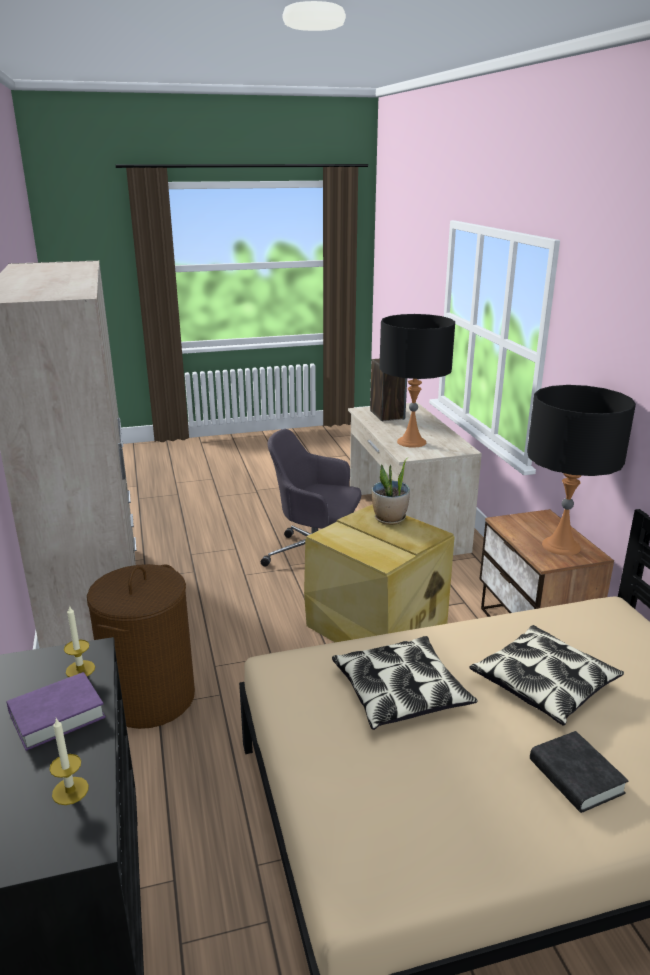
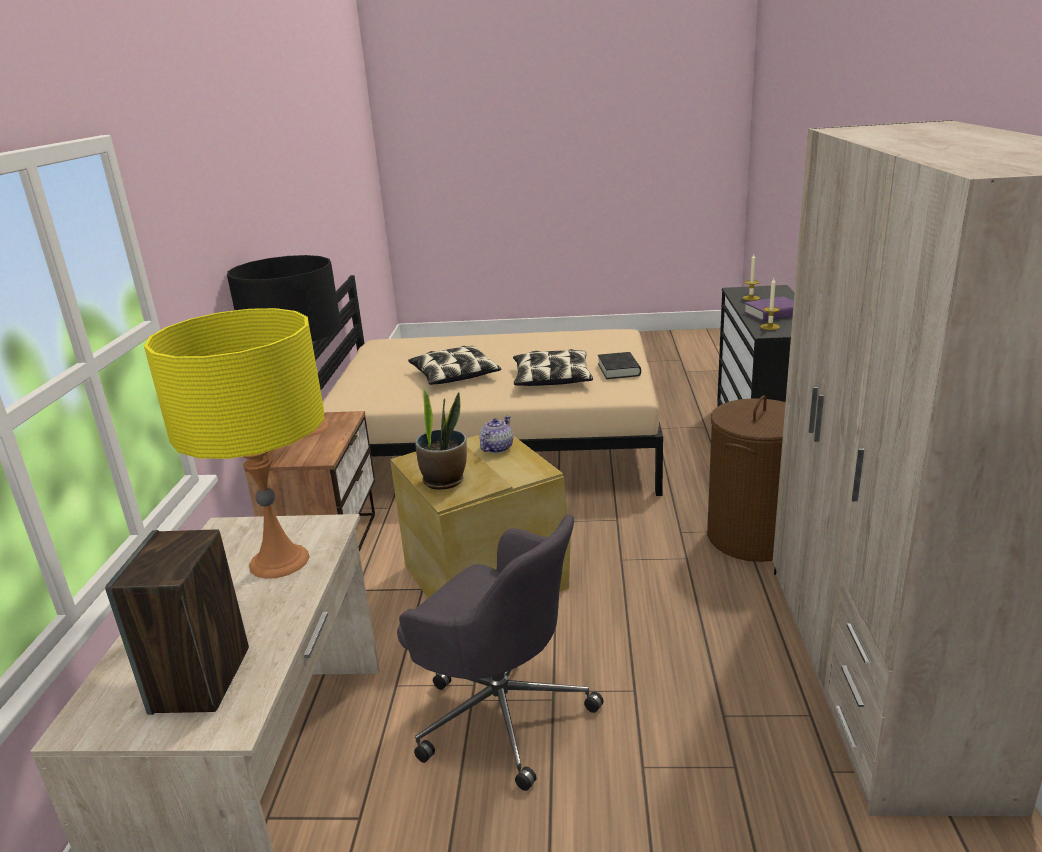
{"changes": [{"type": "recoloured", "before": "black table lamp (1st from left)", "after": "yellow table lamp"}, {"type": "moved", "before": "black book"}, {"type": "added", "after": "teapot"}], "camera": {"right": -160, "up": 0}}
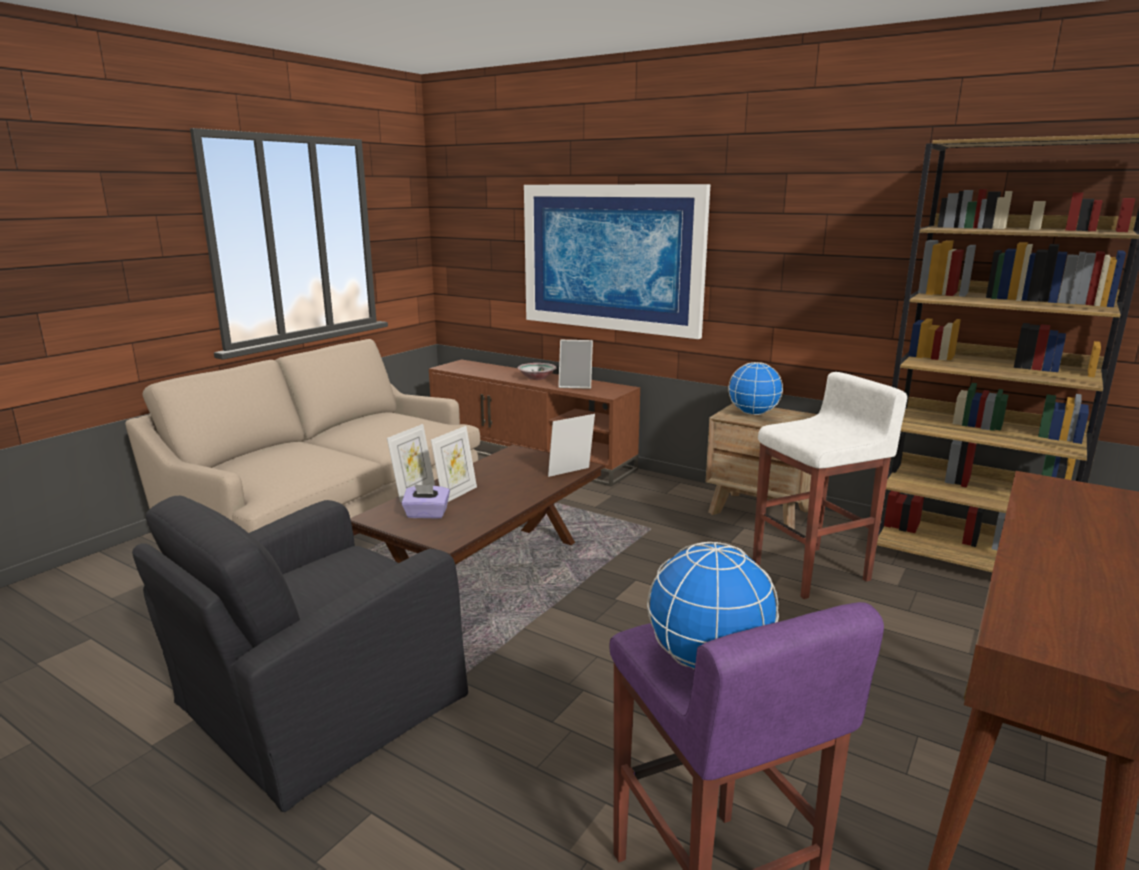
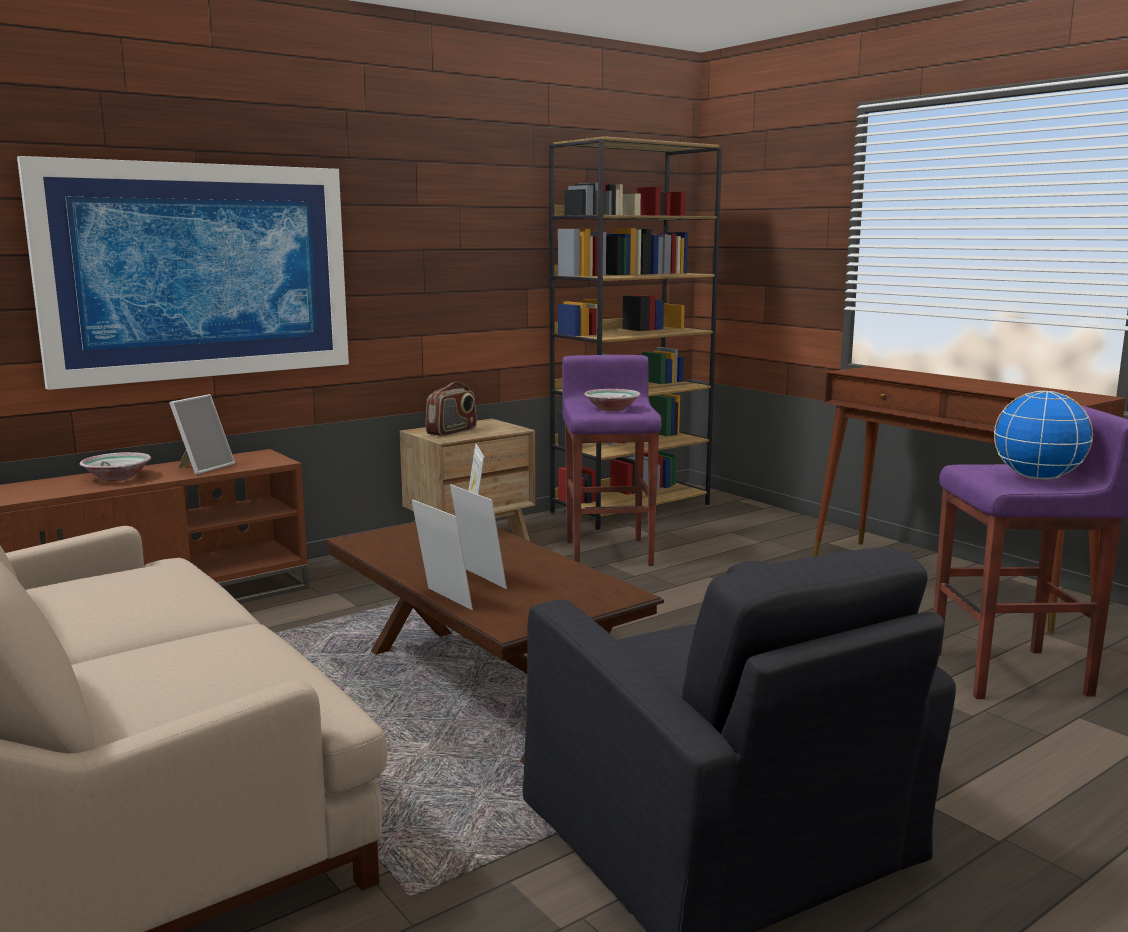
{"changes": [{"type": "removed", "before": "purple tissue box"}, {"type": "replaced", "before": "globe (2nd from left)", "after": "radio"}, {"type": "recoloured", "before": "white stool", "after": "purple stool (1st from left)"}, {"type": "added", "after": "bowl (2nd from left)"}], "camera": {"right": -70, "up": -5}}
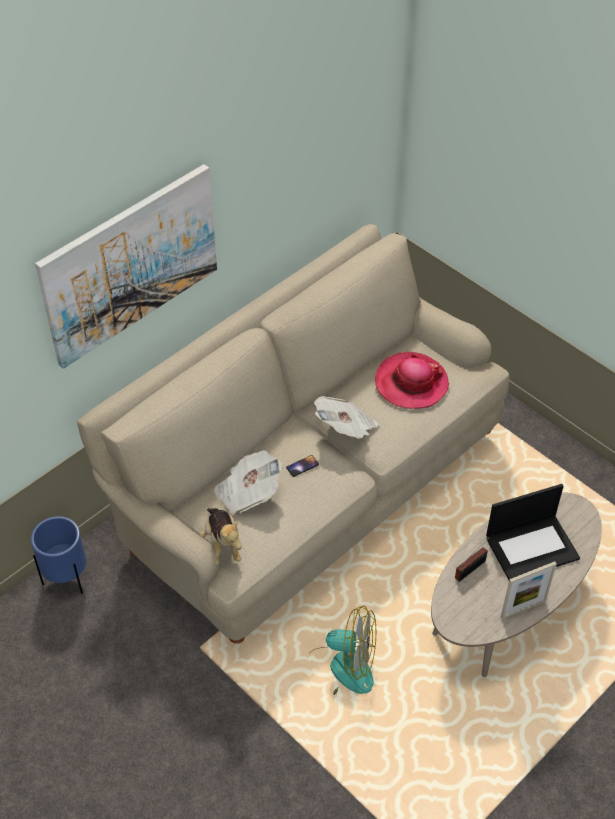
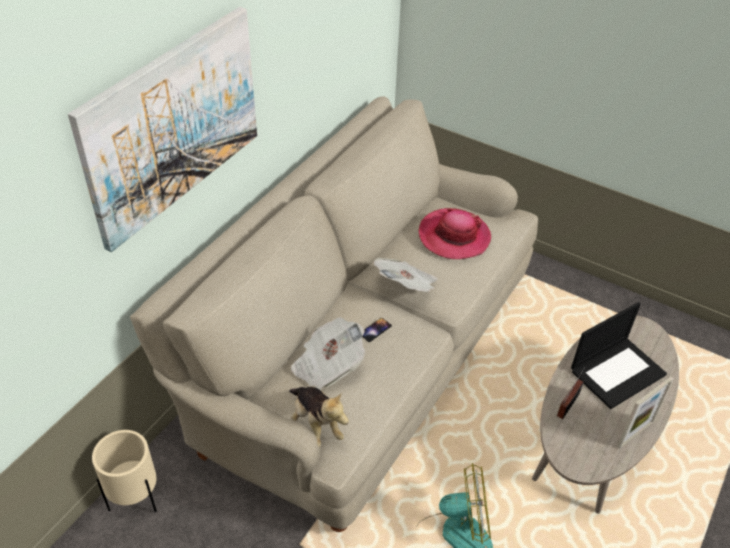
{"changes": [{"type": "recoloured", "before": "blue planter", "after": "beige planter"}], "camera": {"right": -15, "up": -5}}
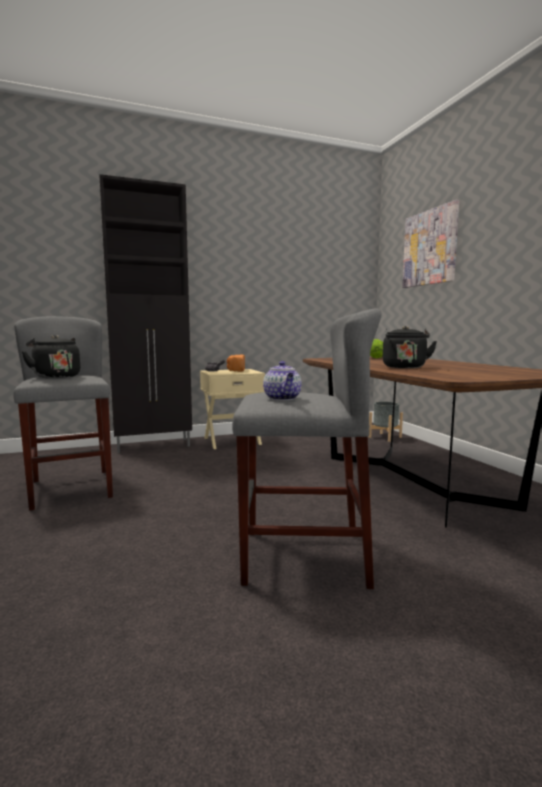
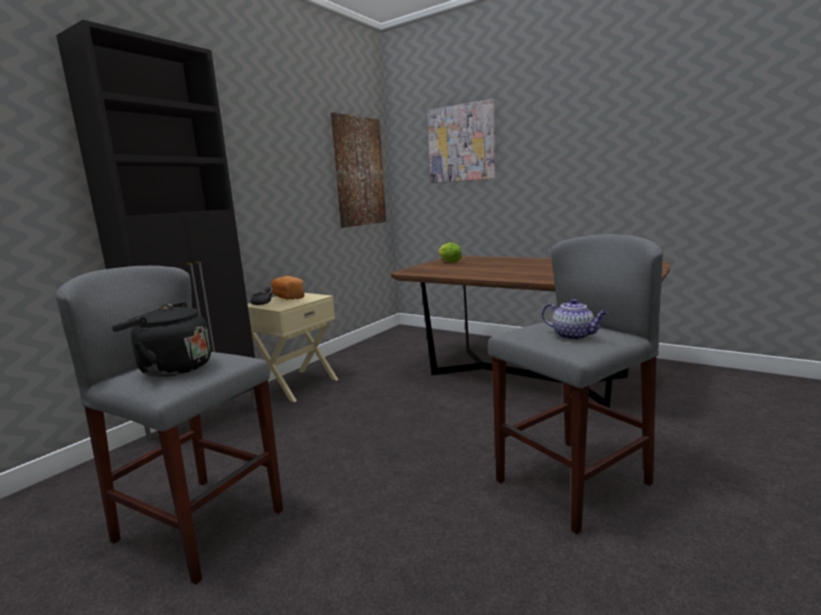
{"changes": [{"type": "removed", "before": "grey planter"}, {"type": "removed", "before": "black kettle (2nd from left)"}, {"type": "added", "after": "picture (1st from left)"}], "camera": {"right": -35, "up": 5}}
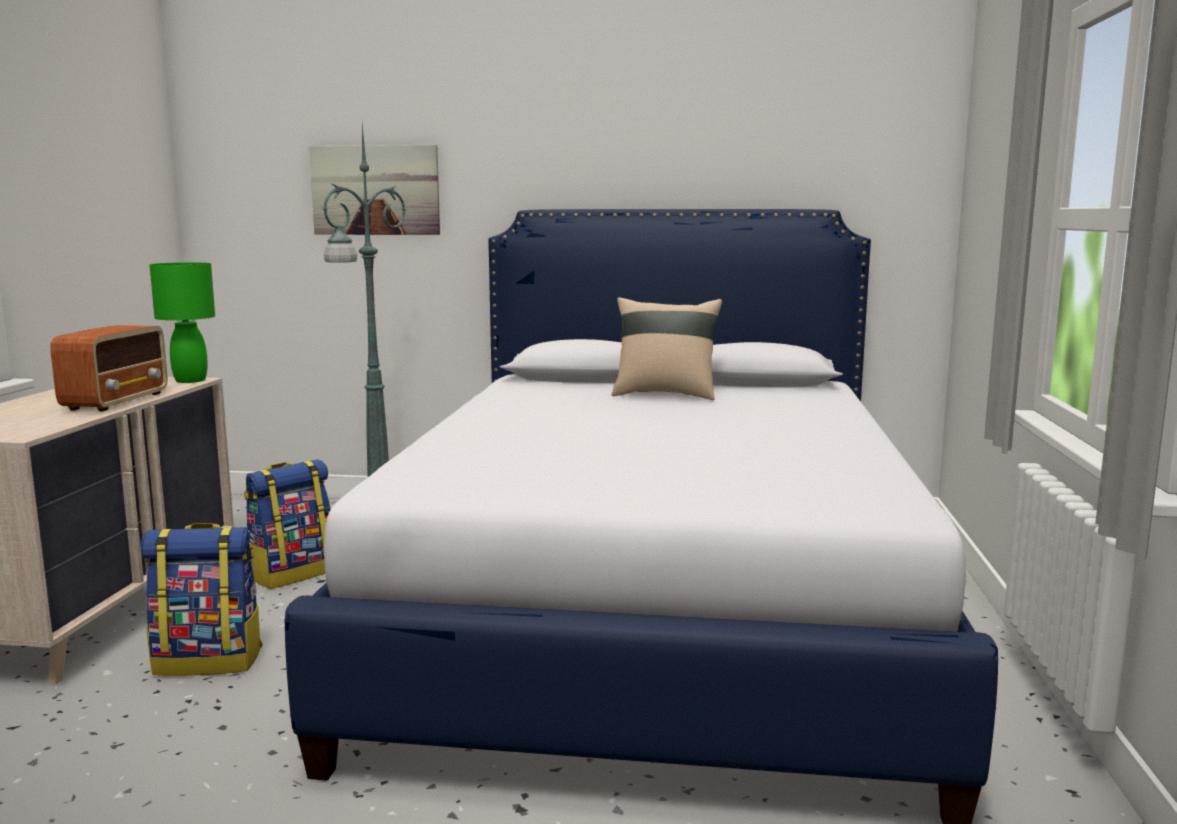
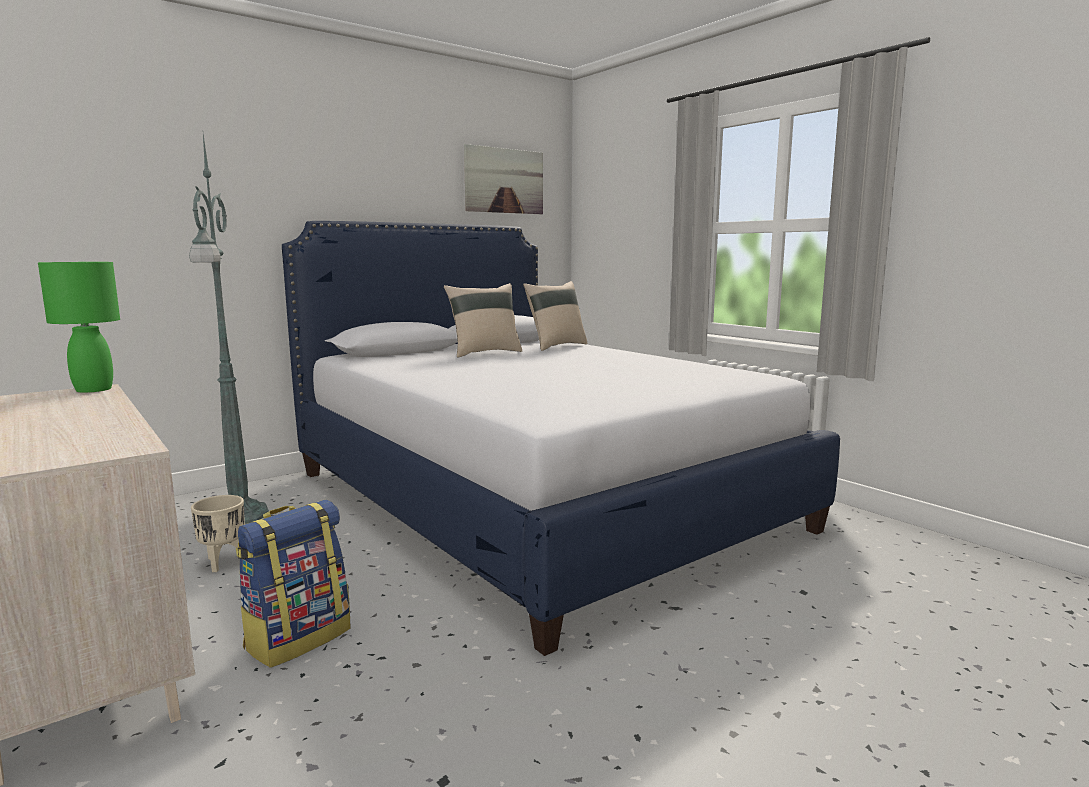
{"changes": [{"type": "removed", "before": "radio"}, {"type": "replaced", "before": "backpack (2nd from left)", "after": "beige planter"}, {"type": "moved", "before": "picture"}, {"type": "added", "after": "beige pillow (2nd from left)"}], "camera": {"right": -45, "up": 0}}
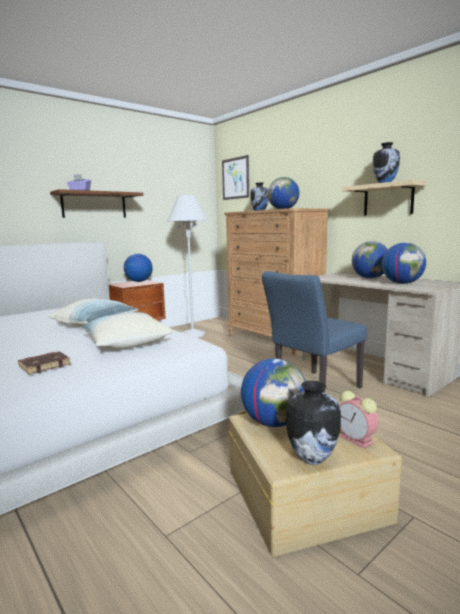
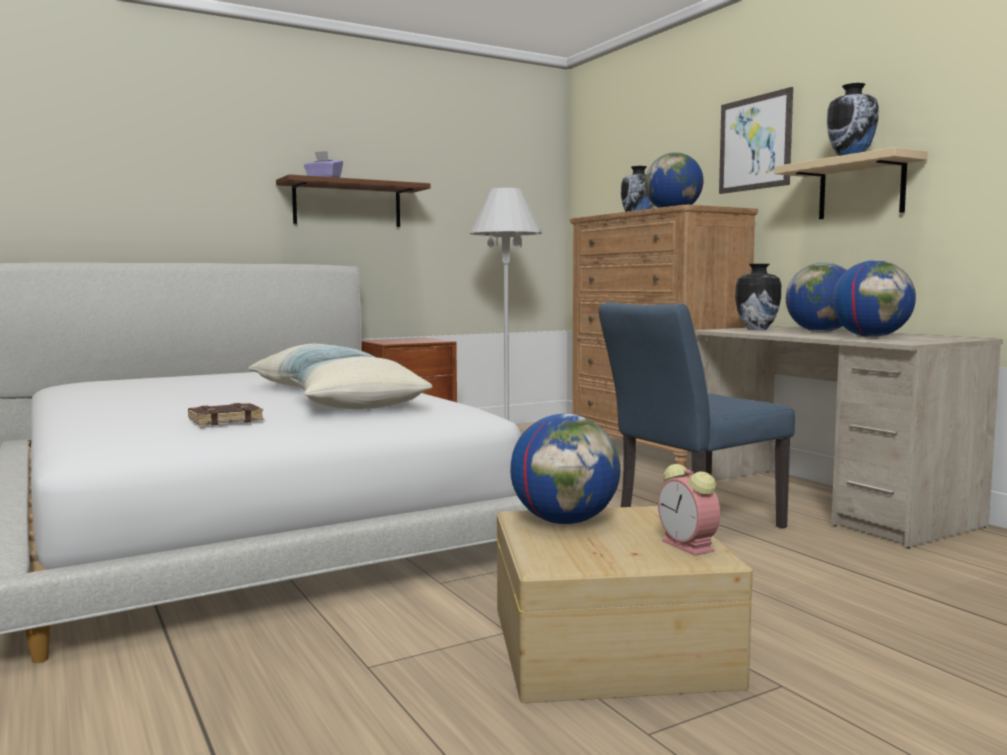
{"changes": [{"type": "removed", "before": "globe (1st from left)"}, {"type": "moved", "before": "picture"}, {"type": "moved", "before": "vase (2nd from left)"}], "camera": {"right": 10, "up": -5}}
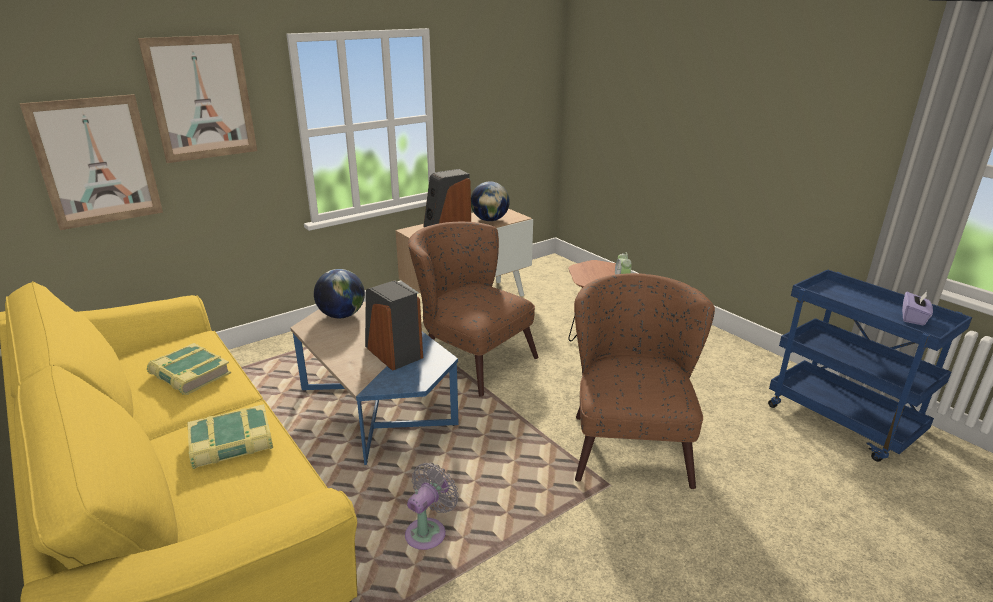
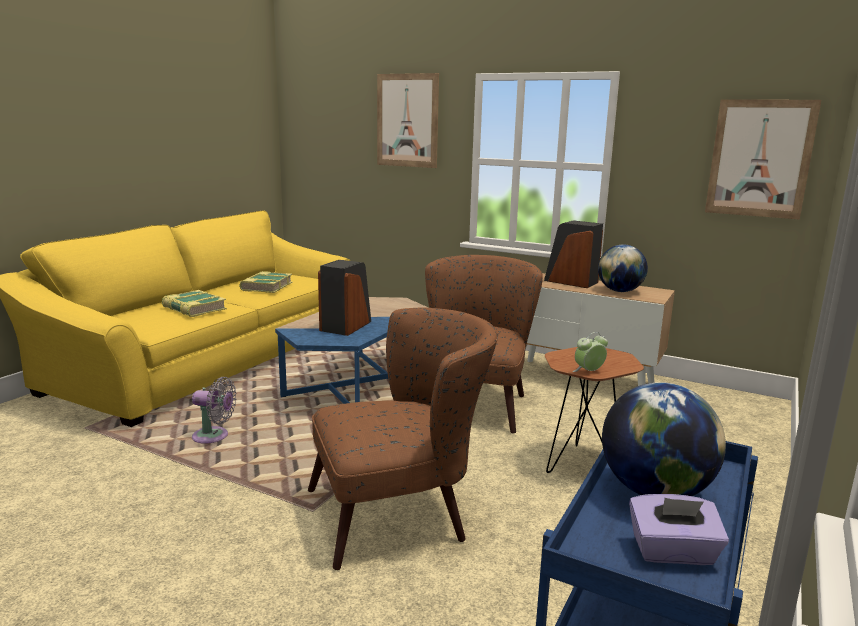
{"changes": [{"type": "moved", "before": "picture (1st from left in the first image)", "after": "picture (2nd from left)"}, {"type": "moved", "before": "globe (1st from left in the first image)", "after": "globe (2nd from left)"}], "camera": {"right": 65, "up": -10}}
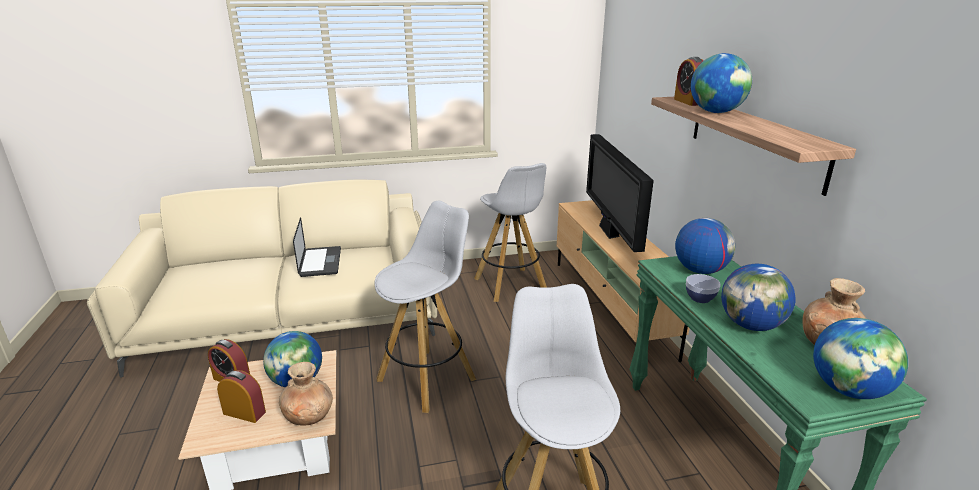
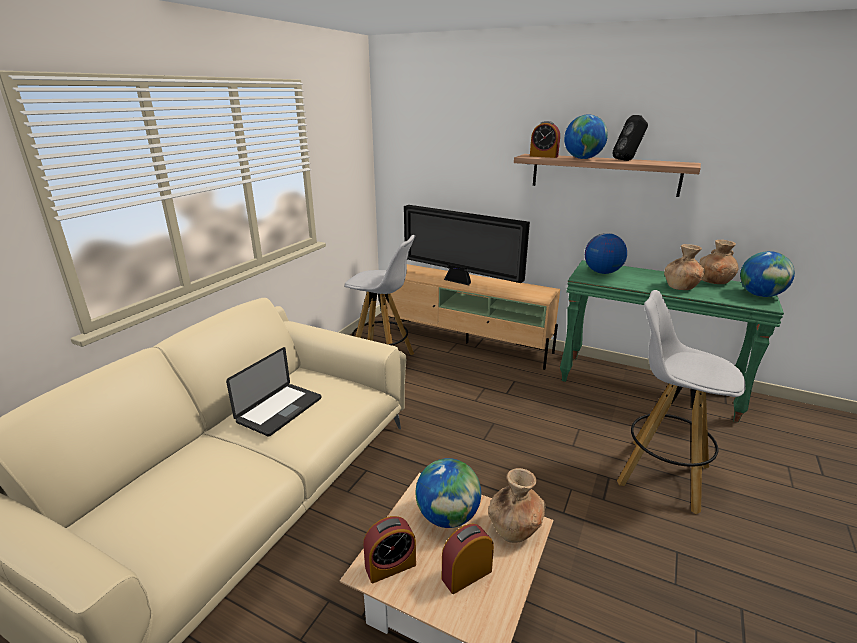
{"changes": [{"type": "turned", "before": "laptop", "turn": 90}, {"type": "removed", "before": "white stool (1st from left)"}, {"type": "removed", "before": "bowl"}, {"type": "replaced", "before": "globe (4th from left)", "after": "brown vase (2nd from left)"}, {"type": "added", "after": "black speaker"}], "camera": {"right": -50, "up": 0}}
